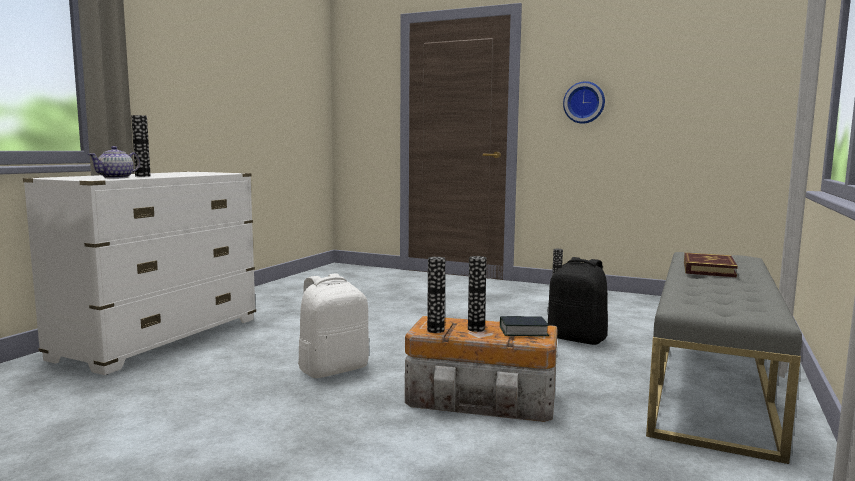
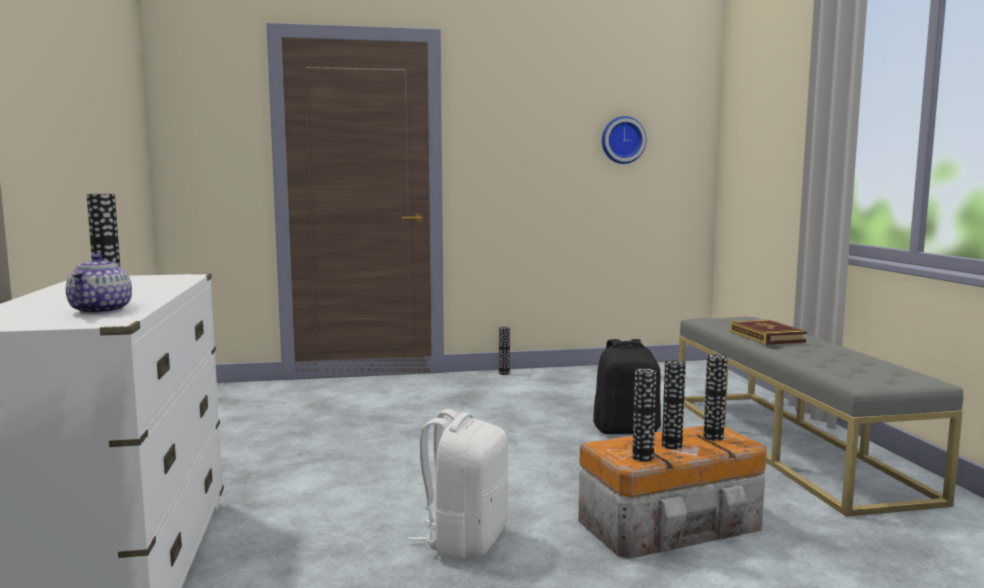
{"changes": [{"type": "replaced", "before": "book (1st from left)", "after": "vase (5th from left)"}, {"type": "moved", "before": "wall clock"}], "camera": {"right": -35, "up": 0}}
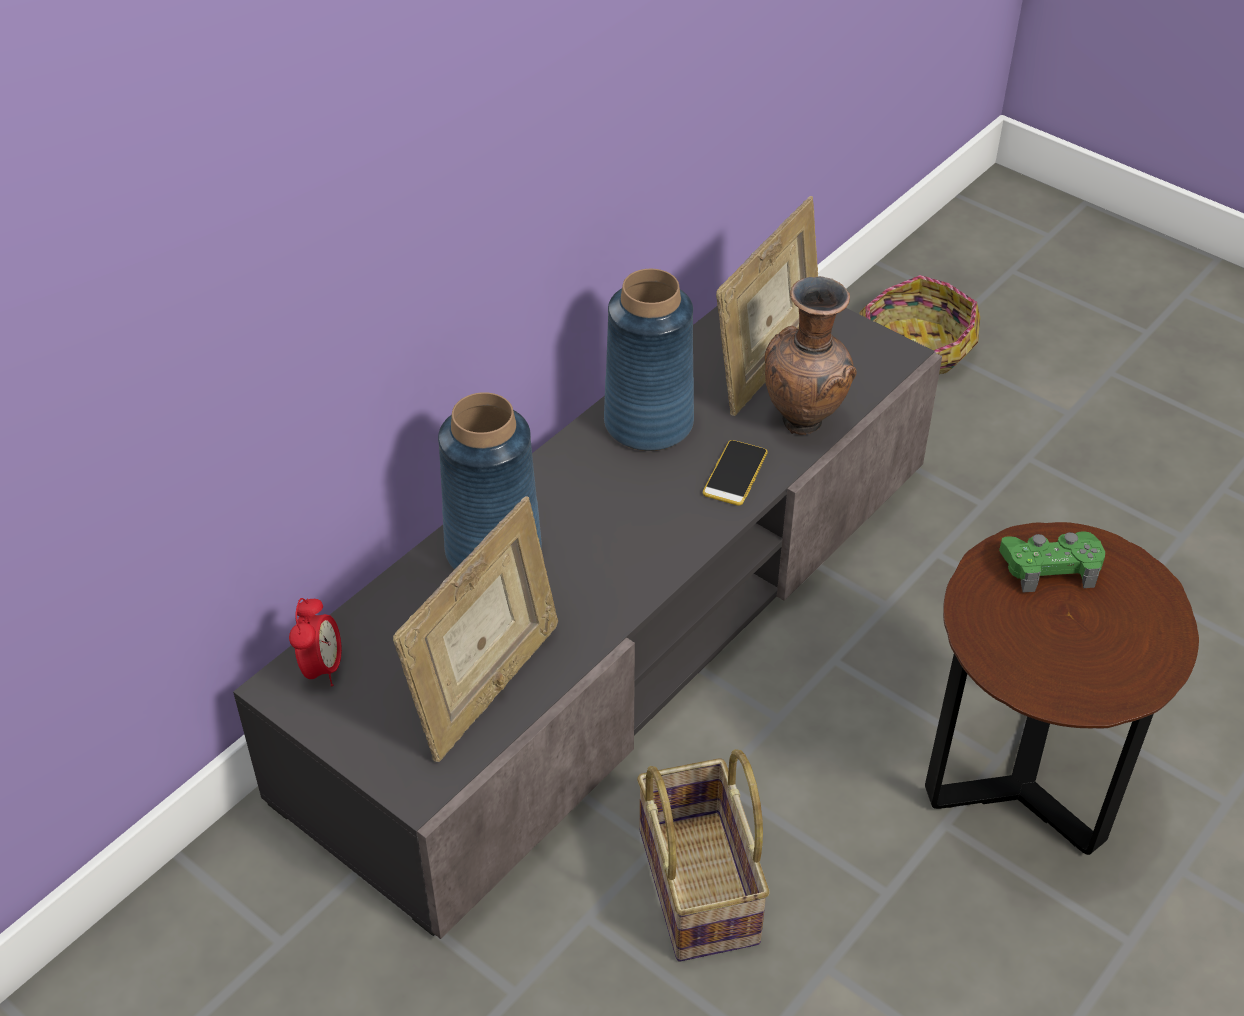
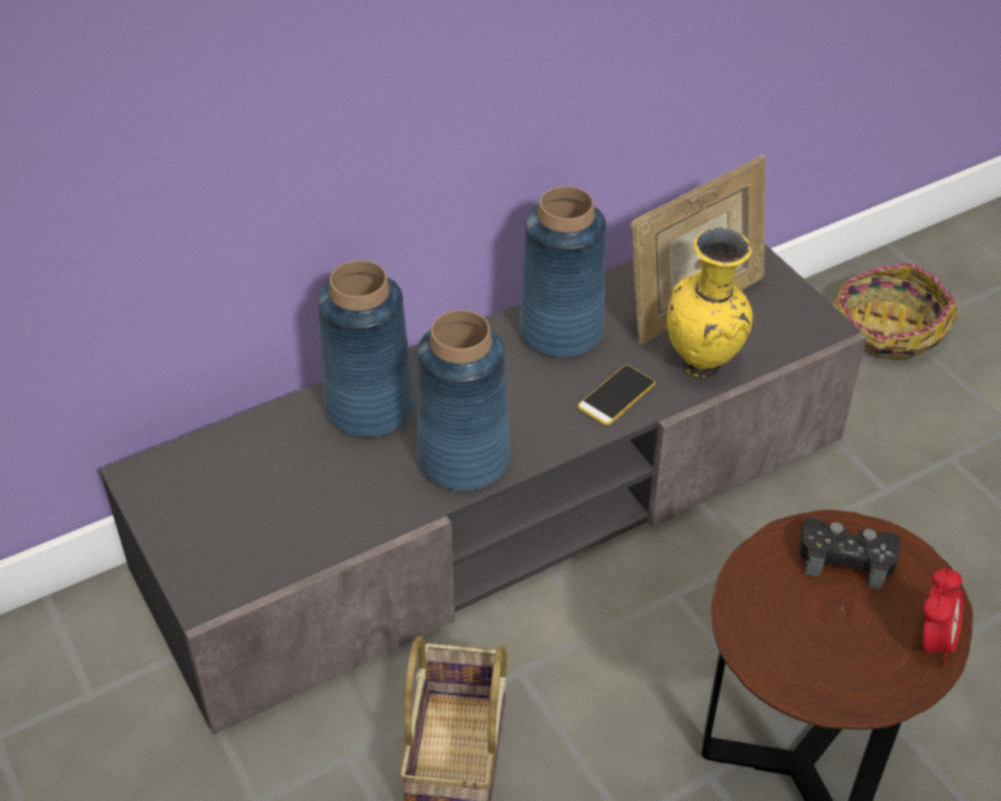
{"changes": [{"type": "moved", "before": "alarm clock"}, {"type": "removed", "before": "picture frame (1st from left)"}, {"type": "recoloured", "before": "brown vase", "after": "yellow vase"}, {"type": "recoloured", "before": "green game controller", "after": "black game controller"}, {"type": "added", "after": "blue vase (2nd from left)"}], "camera": {"right": 20, "up": 0}}
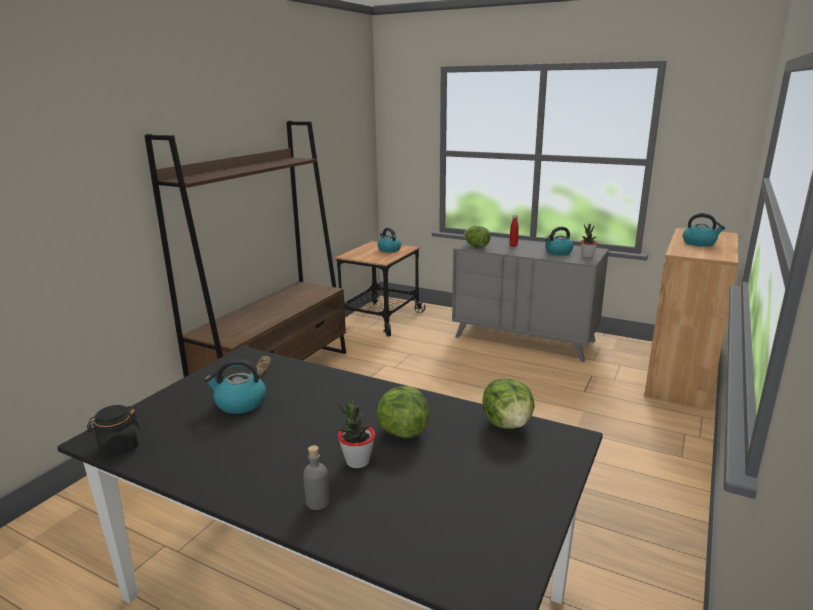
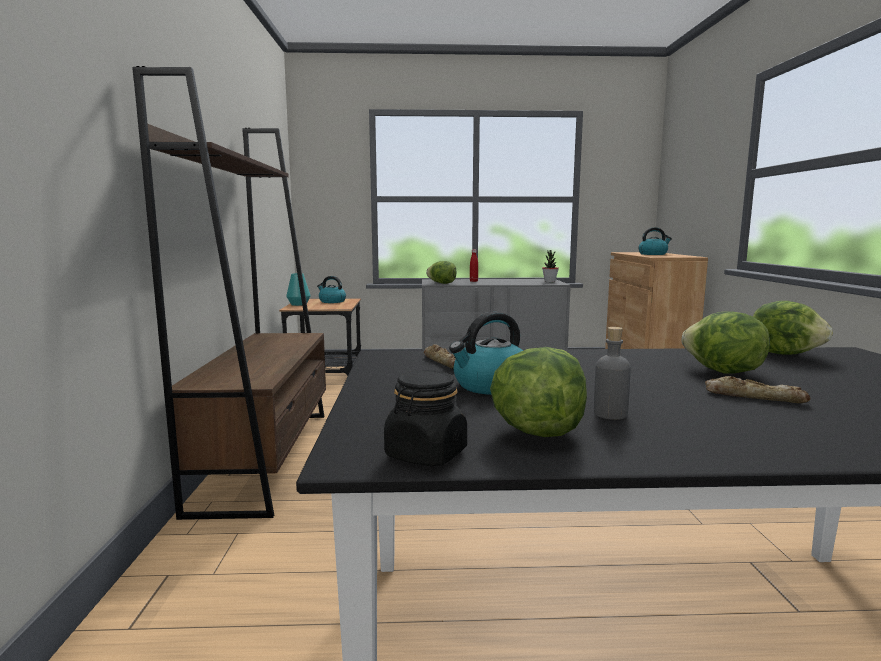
{"changes": [{"type": "moved", "before": "grey bottle"}, {"type": "replaced", "before": "potted plant (1st from left)", "after": "bread (2nd from left)"}, {"type": "removed", "before": "kettle (3rd from left)"}, {"type": "added", "after": "turquoise vase"}, {"type": "added", "after": "lettuce (2nd from left)"}], "camera": {"right": -30, "up": -10}}
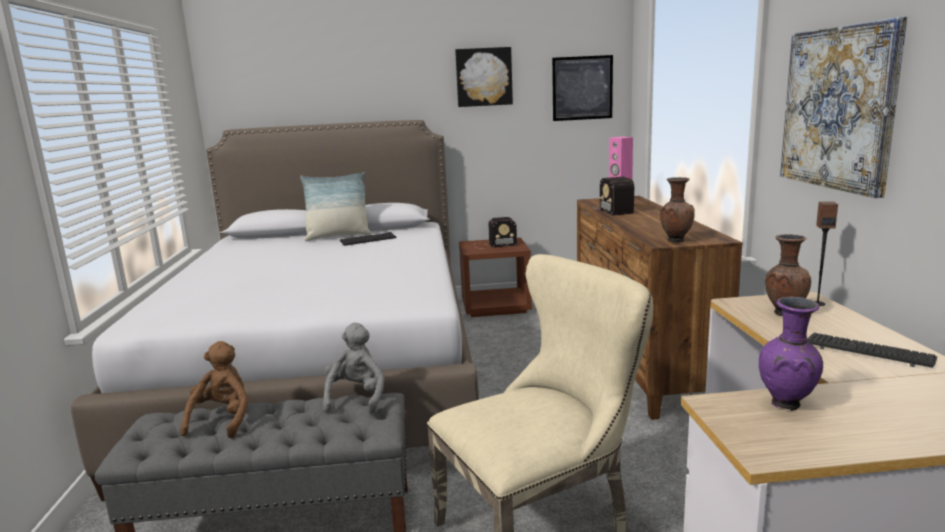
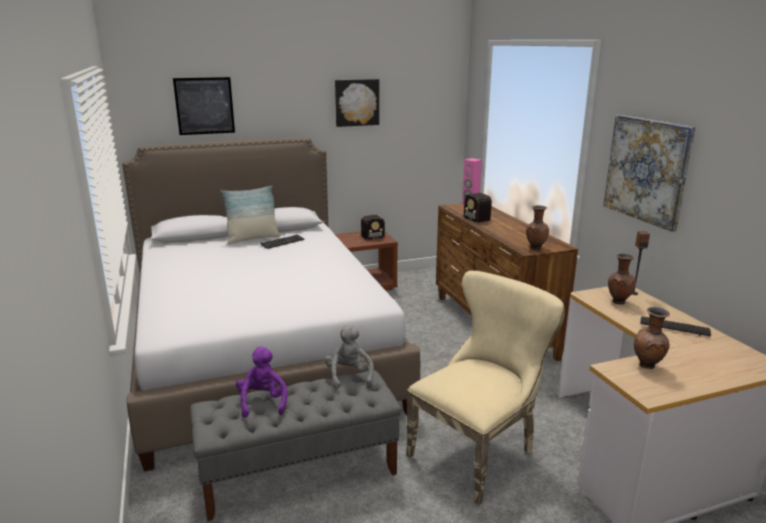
{"changes": [{"type": "recoloured", "before": "brown plush toy", "after": "purple plush toy"}, {"type": "moved", "before": "picture (2nd from left in the first image)", "after": "picture (1st from left)"}, {"type": "recoloured", "before": "purple vase", "after": "brown vase (3rd from left)"}], "camera": {"right": -15, "up": 5}}
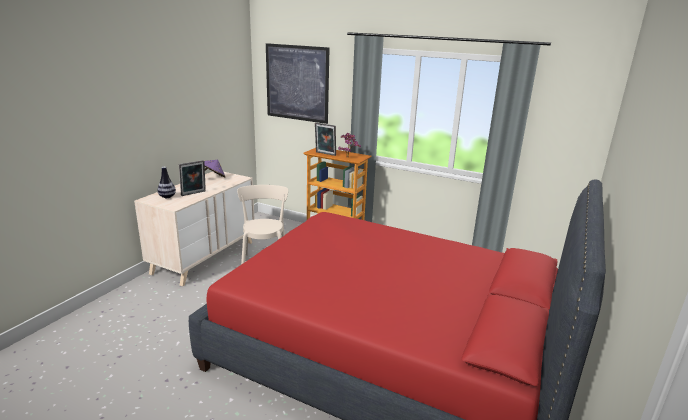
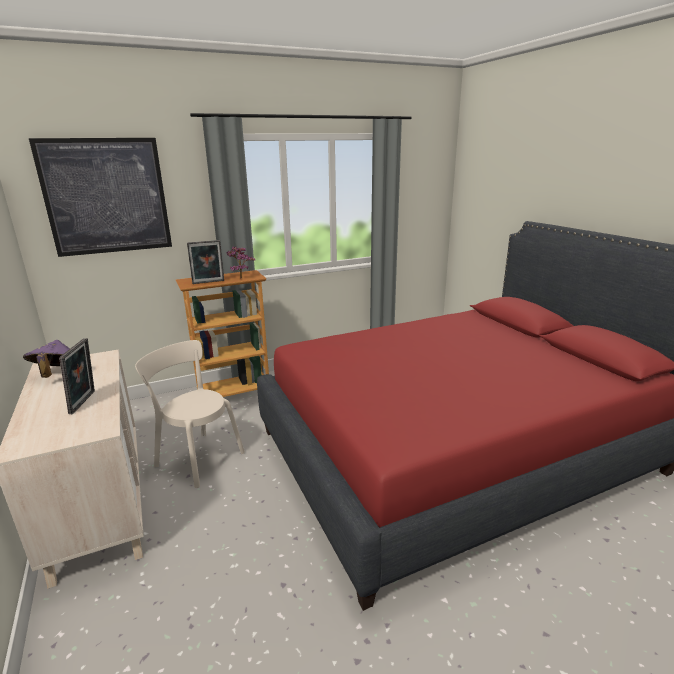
{"changes": [{"type": "removed", "before": "vase"}], "camera": {"right": -50, "up": 0}}
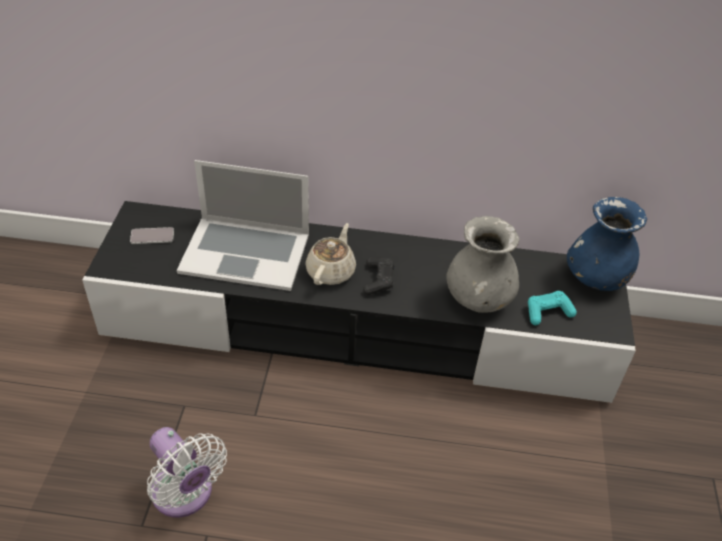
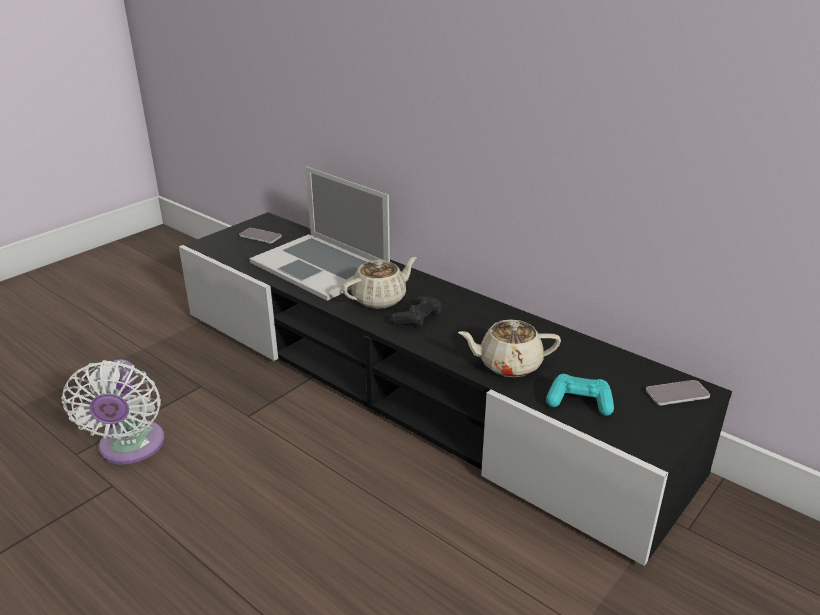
{"changes": [{"type": "replaced", "before": "grey vase", "after": "beige teapot (2nd from left)"}, {"type": "replaced", "before": "blue vase", "after": "phone (2nd from left)"}], "camera": {"right": 35, "up": -15}}
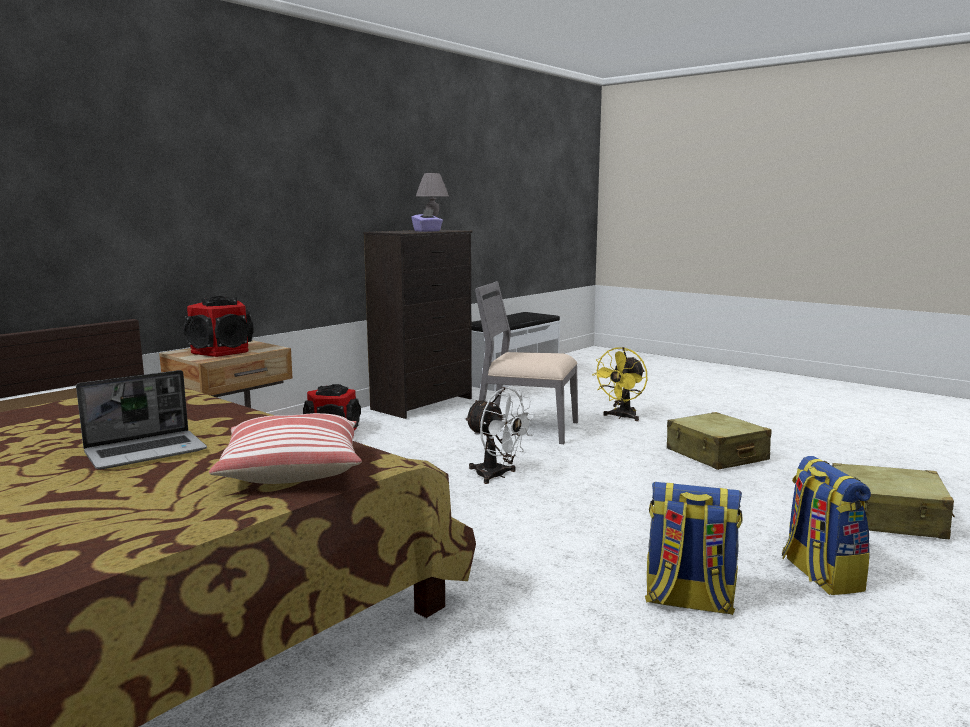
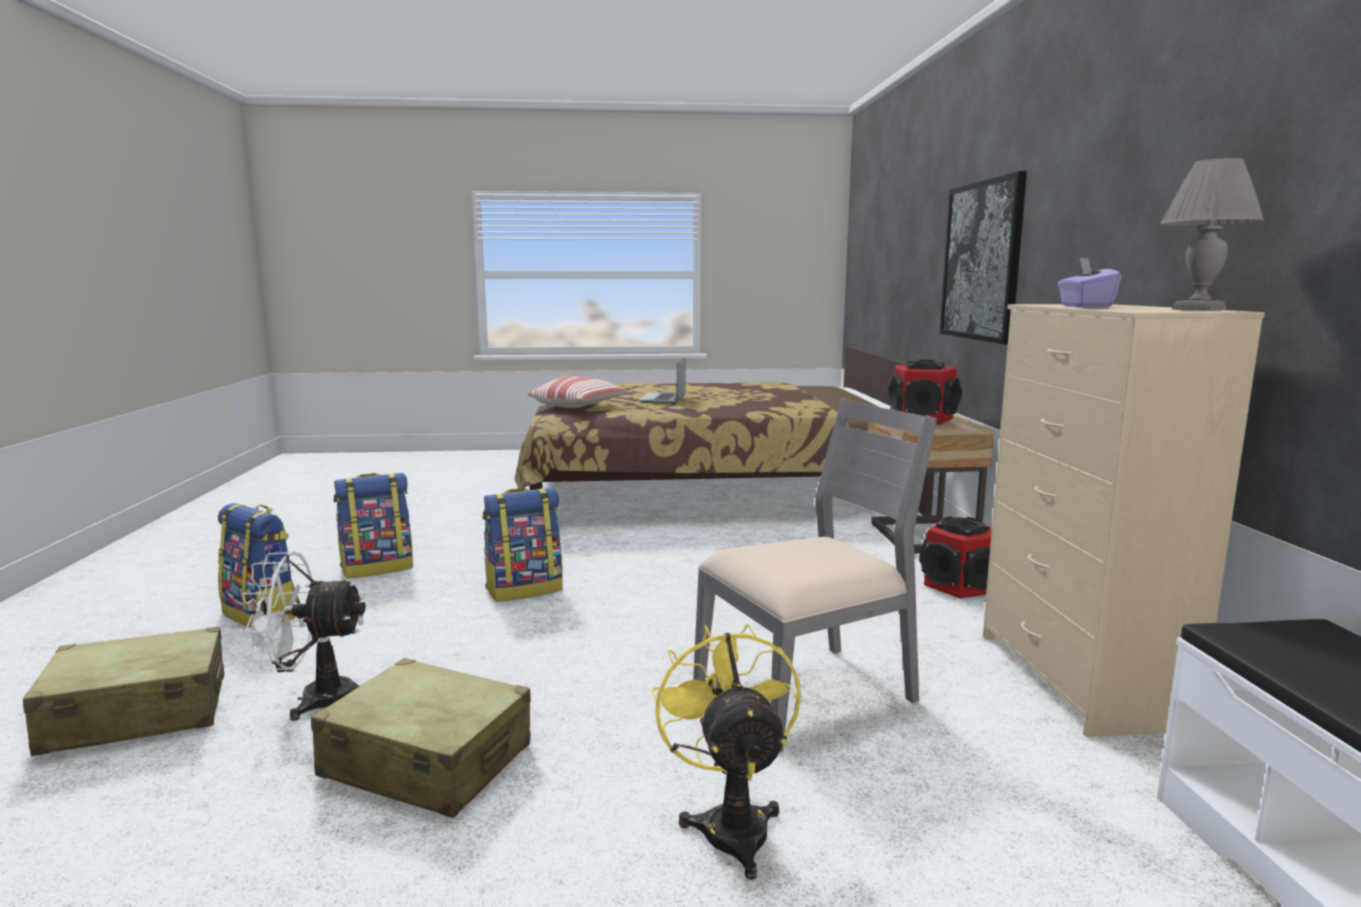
{"changes": [{"type": "recoloured", "before": "black dresser", "after": "beige dresser"}, {"type": "moved", "before": "white fan"}, {"type": "added", "after": "backpack (3rd from left)"}, {"type": "added", "after": "picture"}], "camera": {"right": 135, "up": 0}}
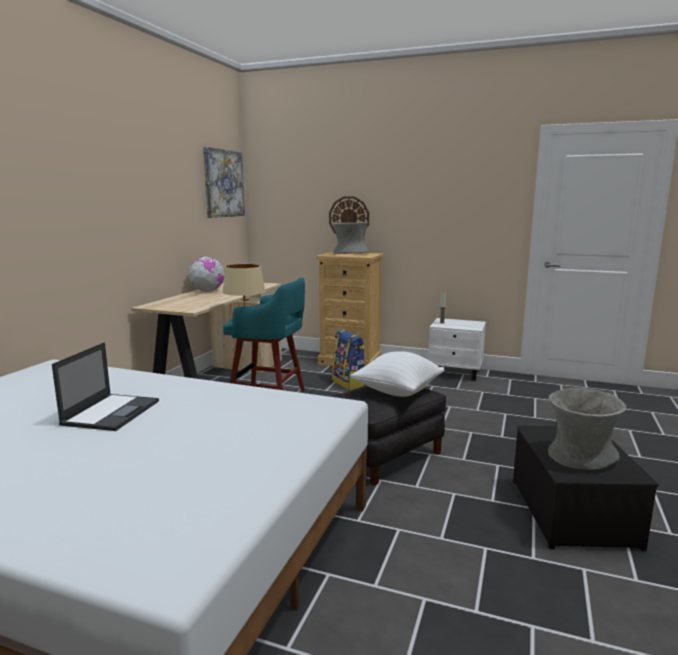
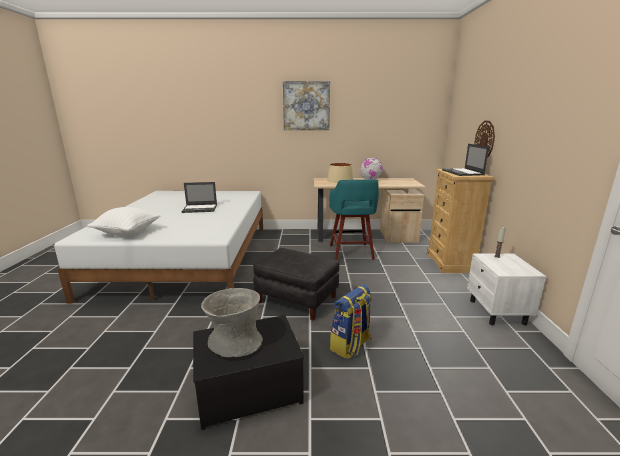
{"changes": [{"type": "moved", "before": "picture"}, {"type": "moved", "before": "backpack"}, {"type": "replaced", "before": "grey vase (1st from left)", "after": "laptop (2nd from left)"}, {"type": "moved", "before": "white pillow"}], "camera": {"right": 70, "up": 5}}
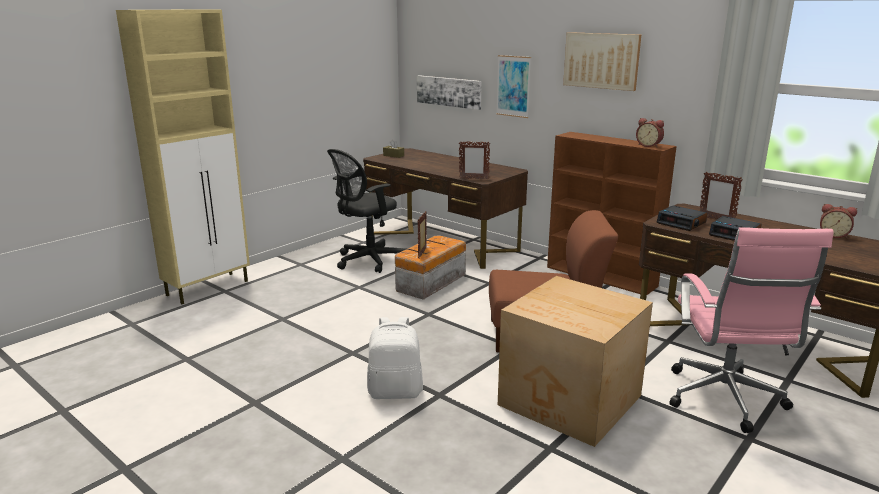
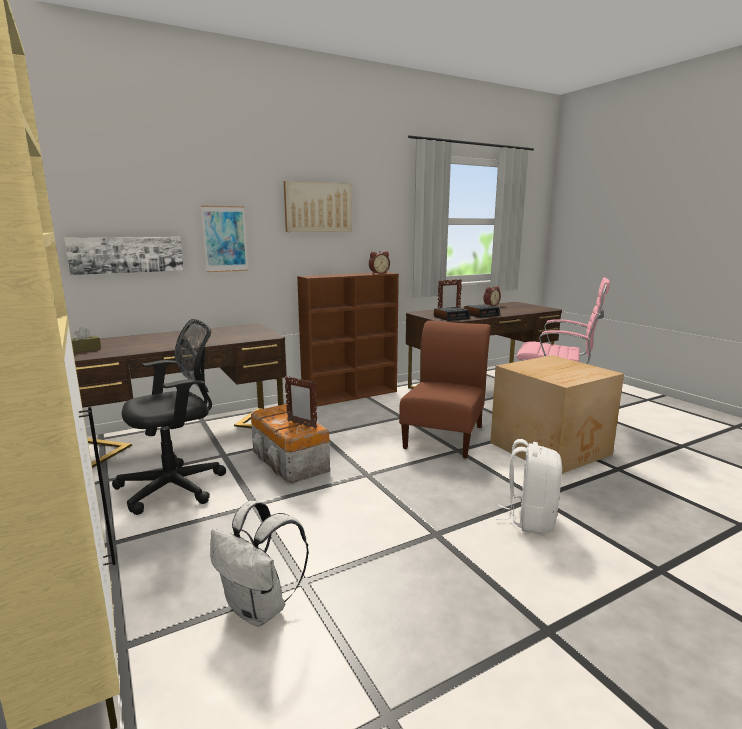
{"changes": [{"type": "turned", "before": "black office chair", "turn": -105}, {"type": "removed", "before": "picture frame (2nd from left)"}, {"type": "added", "after": "white backpack (1st from left)"}], "camera": {"right": -70, "up": -5}}
